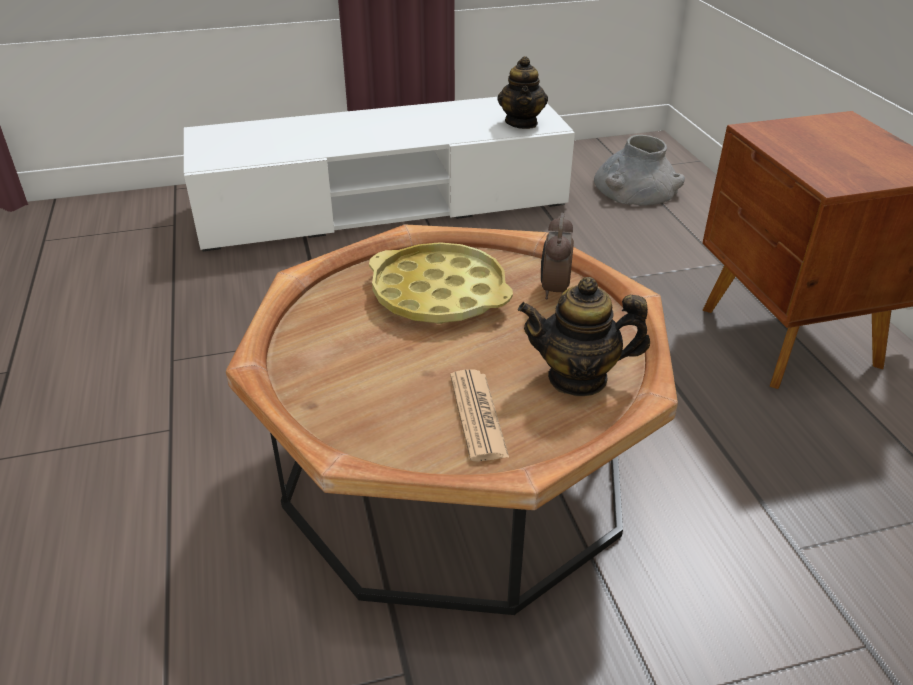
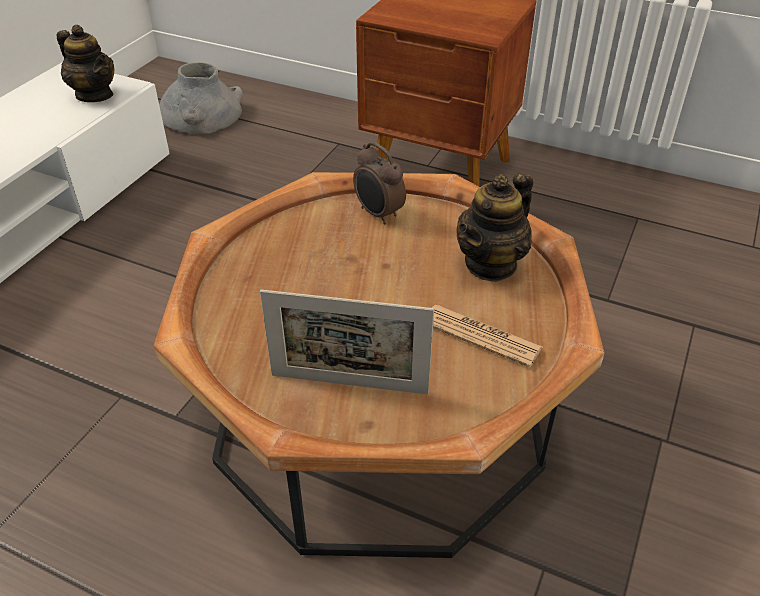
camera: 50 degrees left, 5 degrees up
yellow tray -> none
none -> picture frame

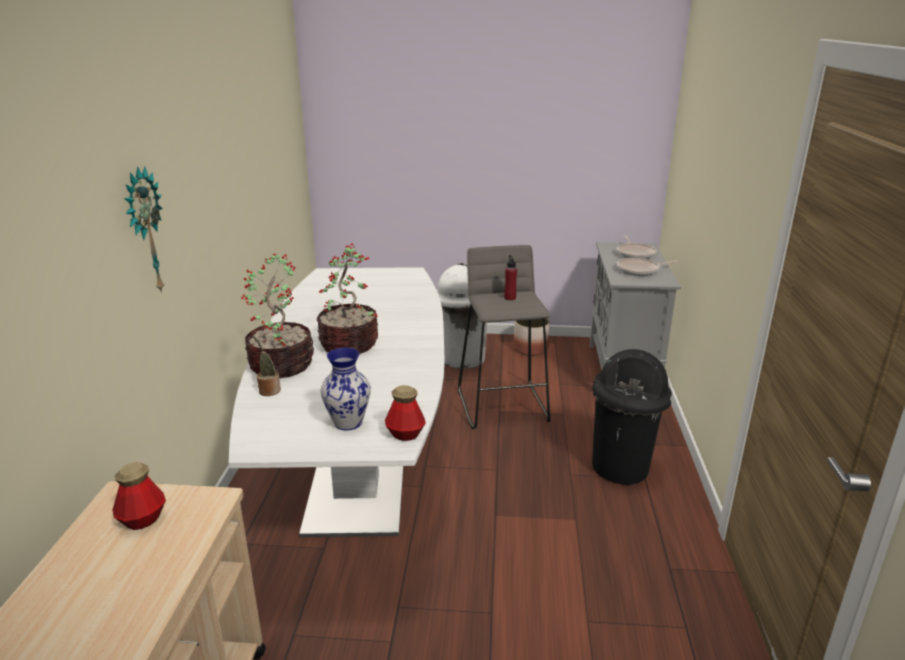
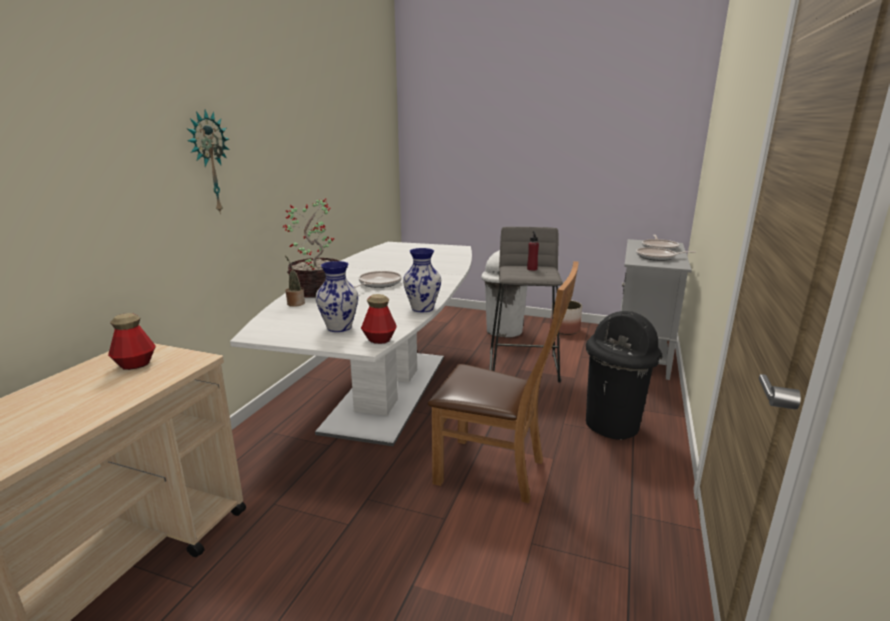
camera: 15 degrees right, 5 degrees down
potted plant (no. 3 from left) -> frying pan (no. 1 from left)
none -> vase (no. 2 from left)
none -> brown chair

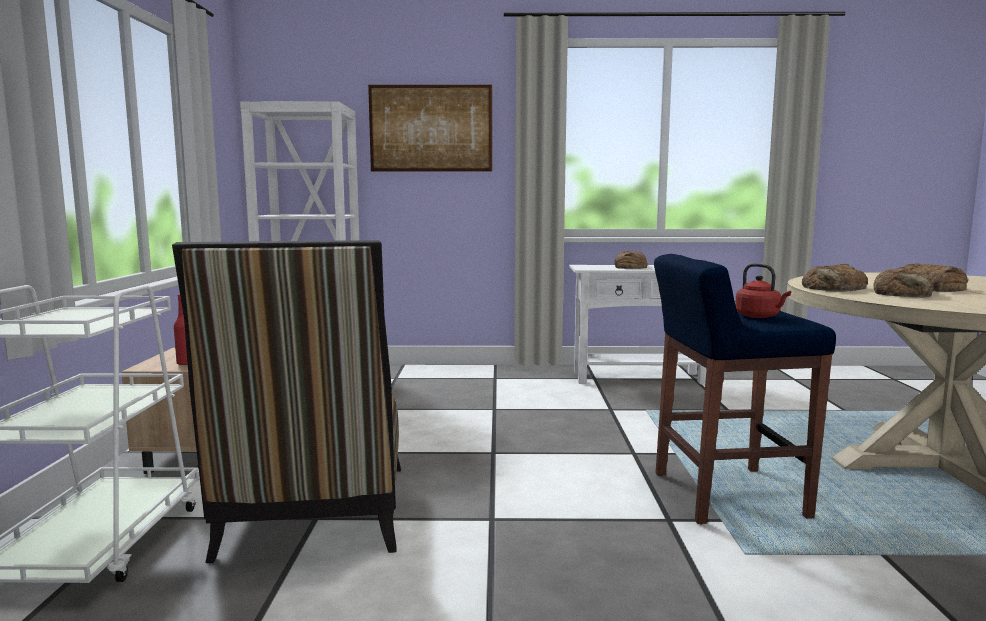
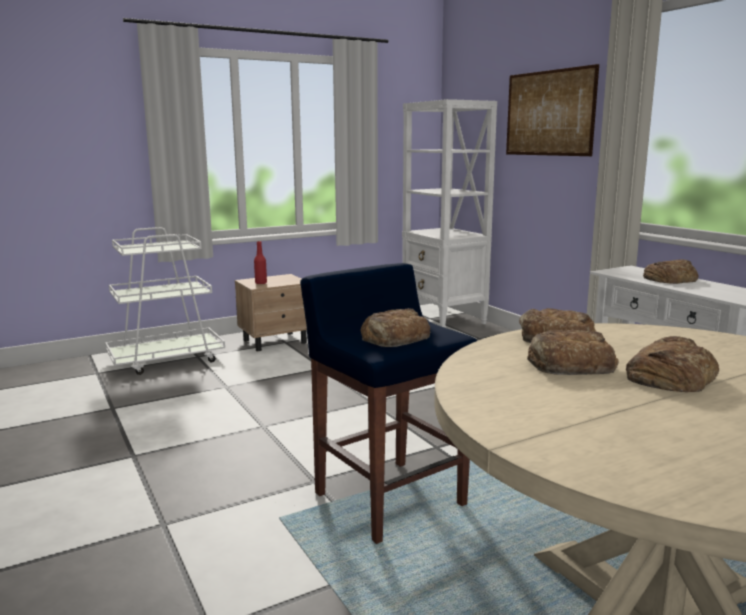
camera: 60 degrees right, 5 degrees up
chair -> none
red kettle -> bread (no. 1 from left)

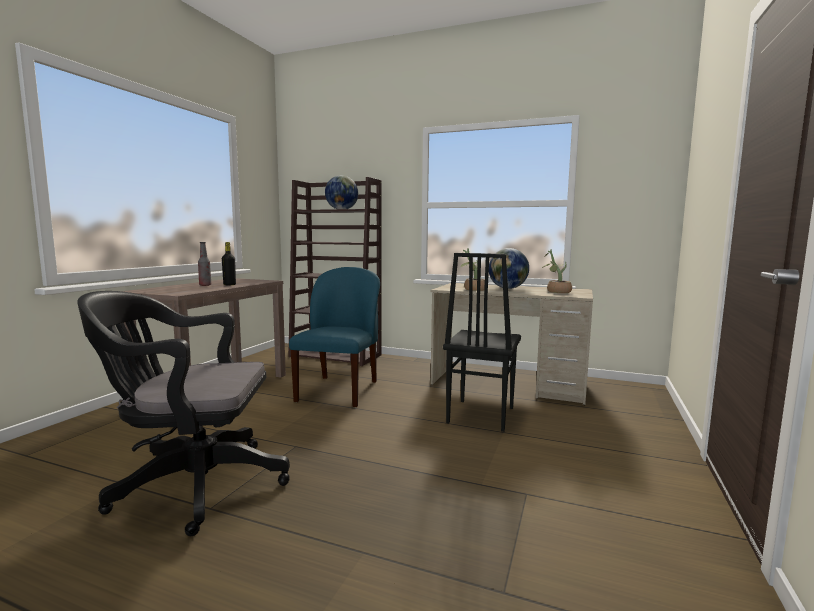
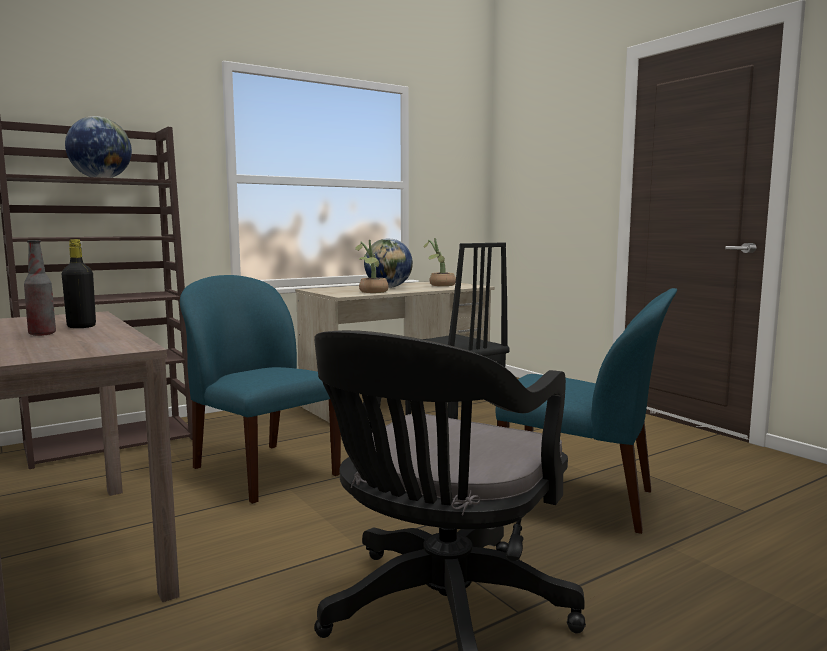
camera: 55 degrees left, 0 degrees up
none -> blue chair (no. 2 from left)

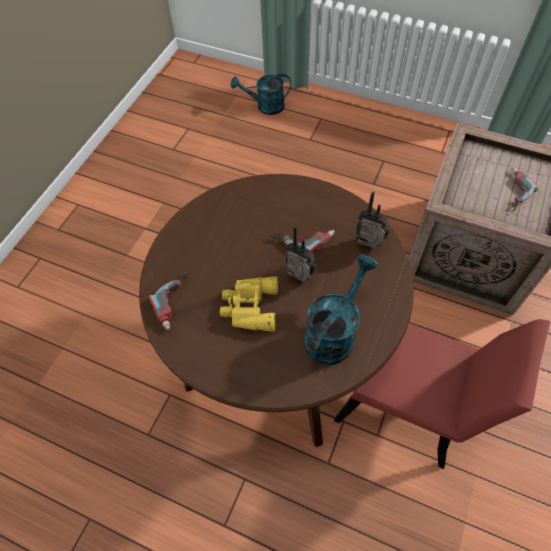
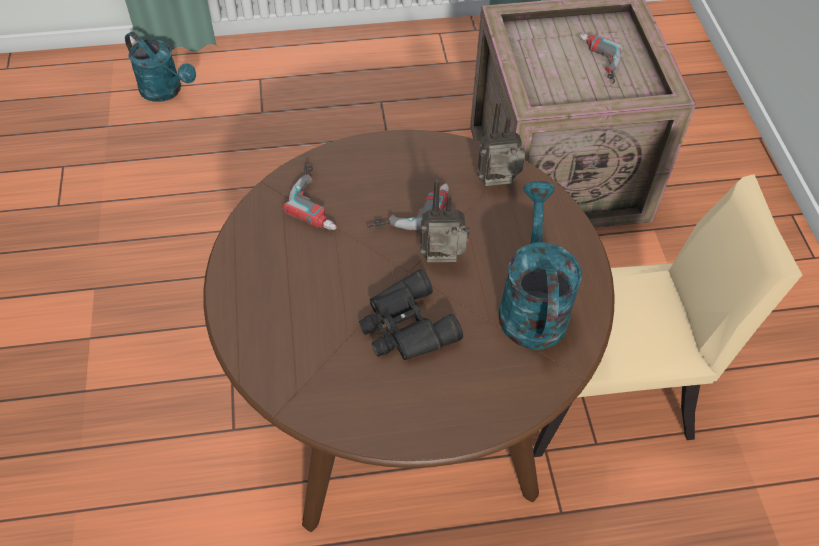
camera: 35 degrees left, 5 degrees down
turquoise watering can (no. 1 from left), 105 degrees counterclockwise
power drill (no. 1 from left), relocated
yellow binoculars -> black binoculars
red chair -> beige chair

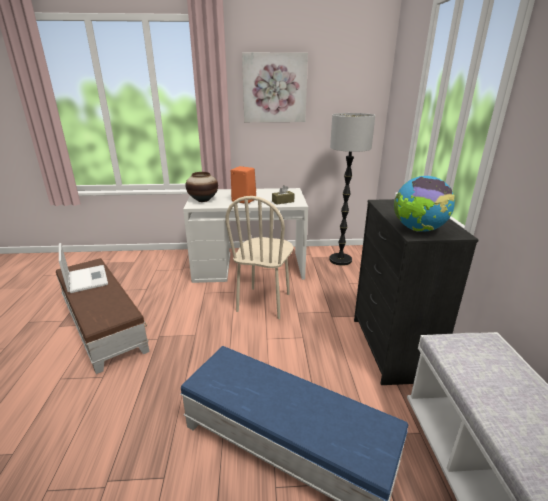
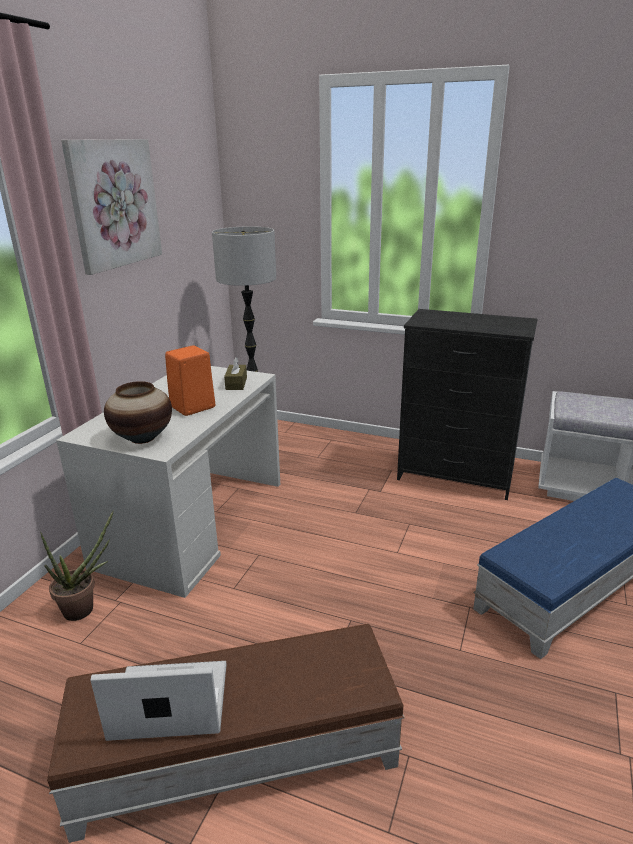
camera: 65 degrees left, 0 degrees up
globe -> none
beige chair -> none
none -> potted plant

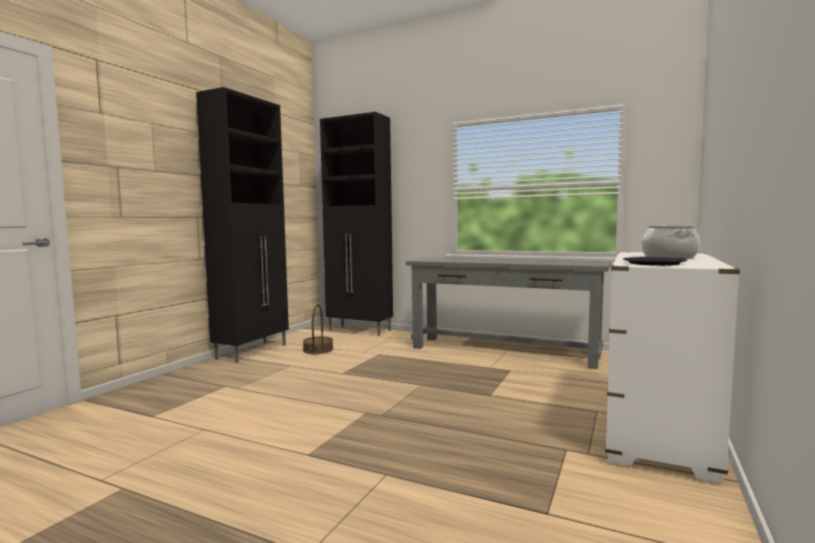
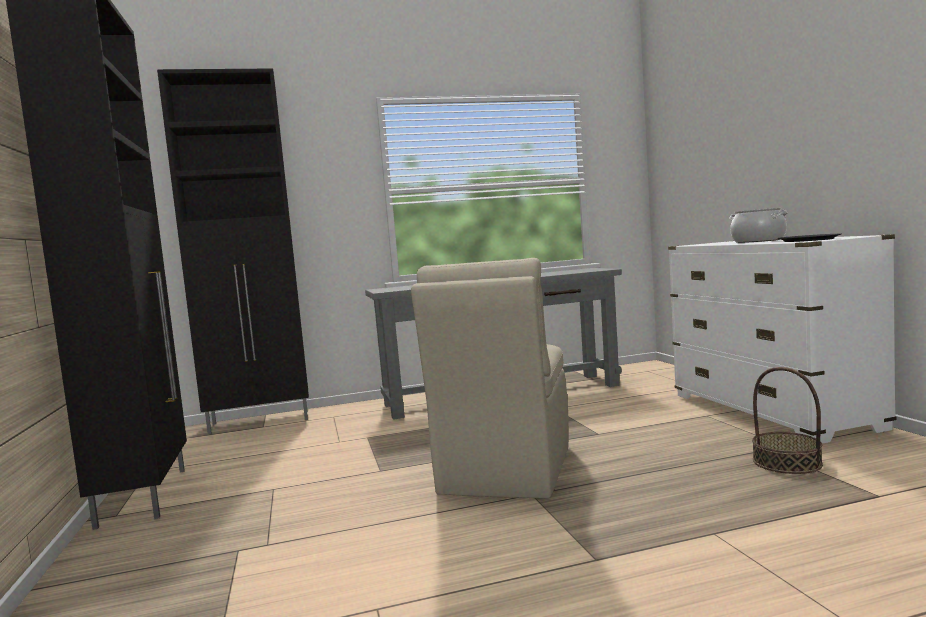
camera: 40 degrees left, 0 degrees up
basket, relocated
none -> beige chair

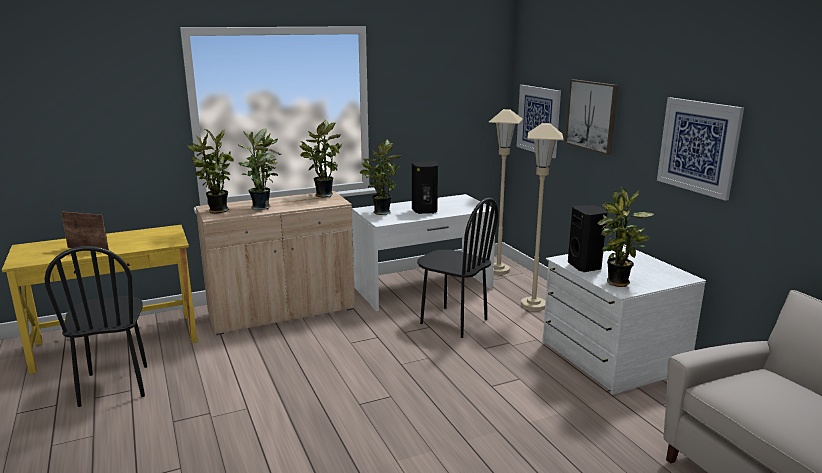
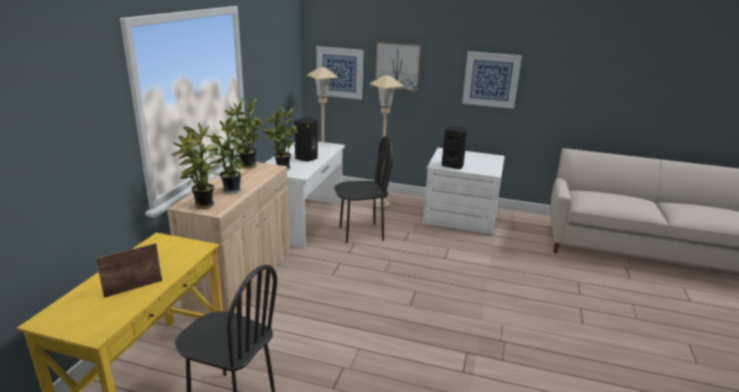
camera: 50 degrees left, 5 degrees up
potted plant (no. 5 from left) -> none

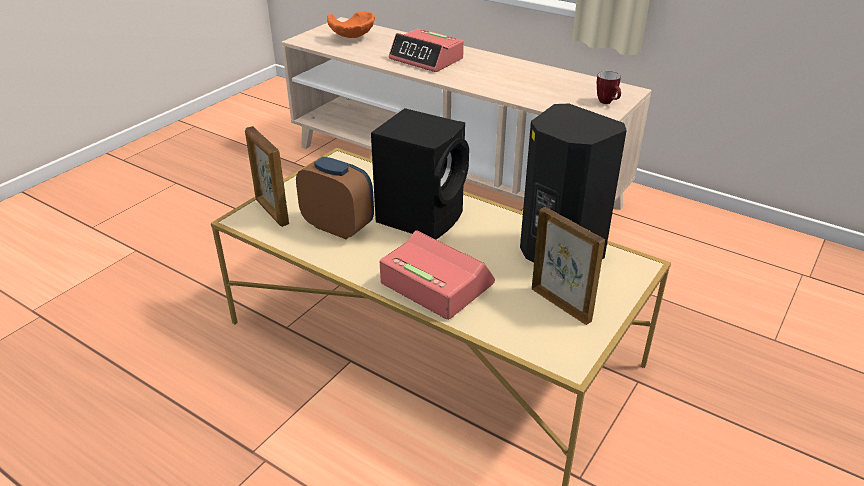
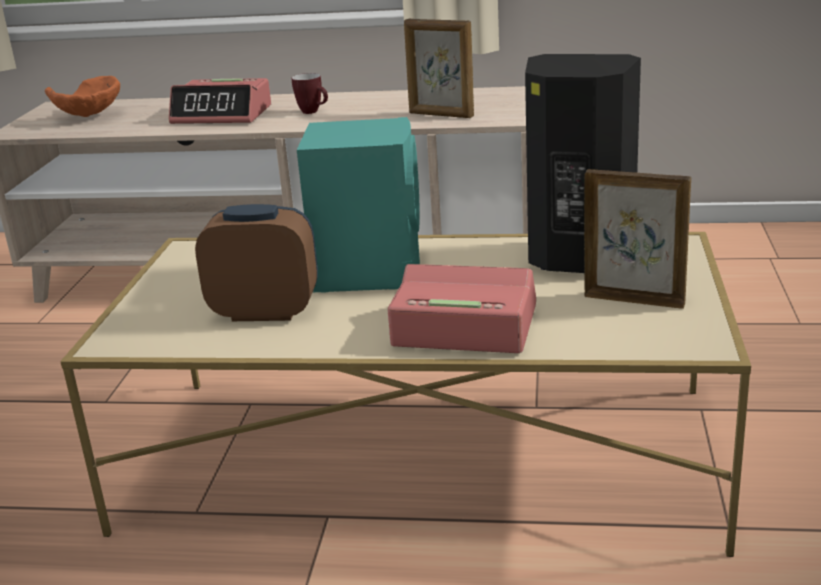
camera: 25 degrees left, 10 degrees down
mug, relocated
black speaker (no. 1 from left) -> turquoise speaker
picture frame (no. 1 from left), relocated

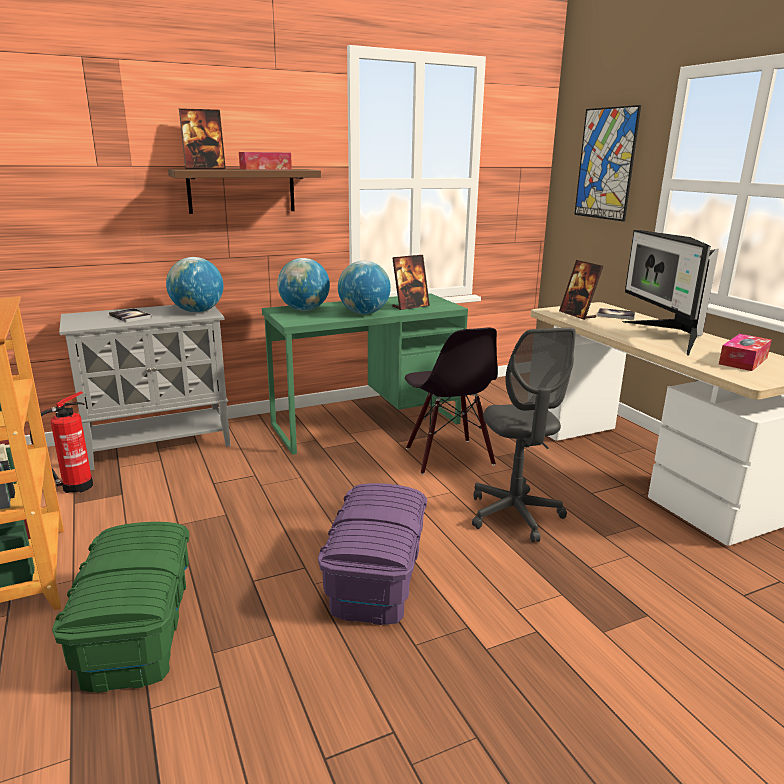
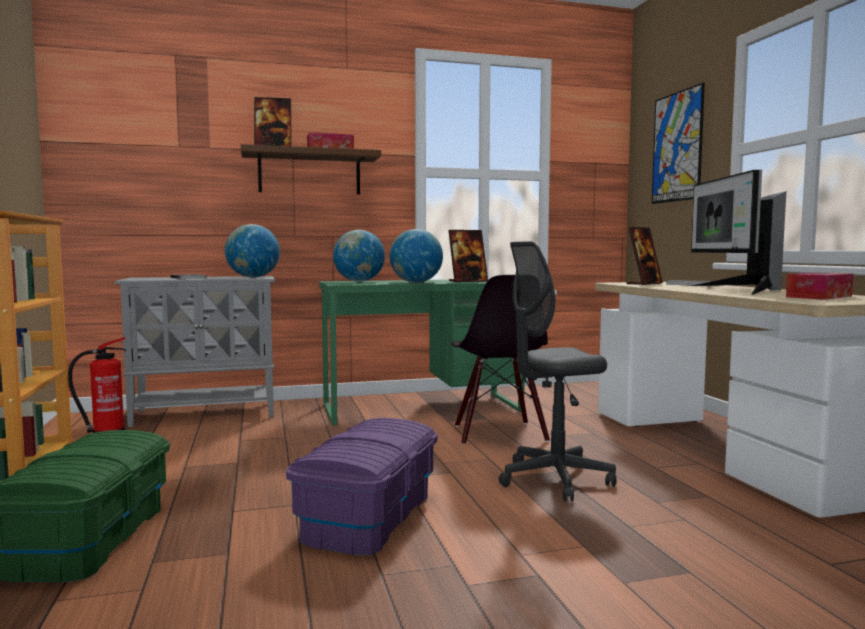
camera: 10 degrees right, 15 degrees down
picture frame (no. 3 from left), 120 degrees counterclockwise
grey office chair, 75 degrees clockwise

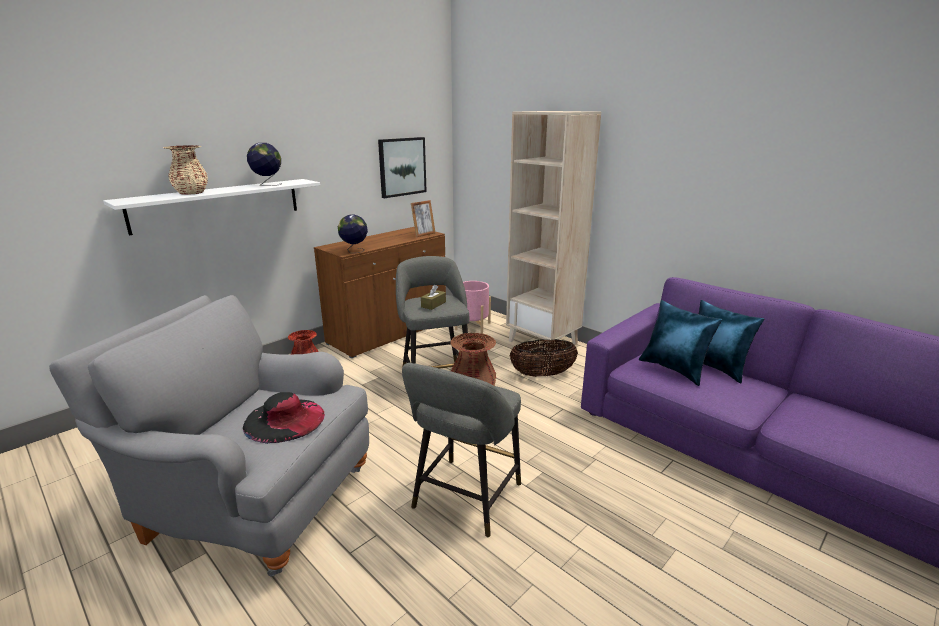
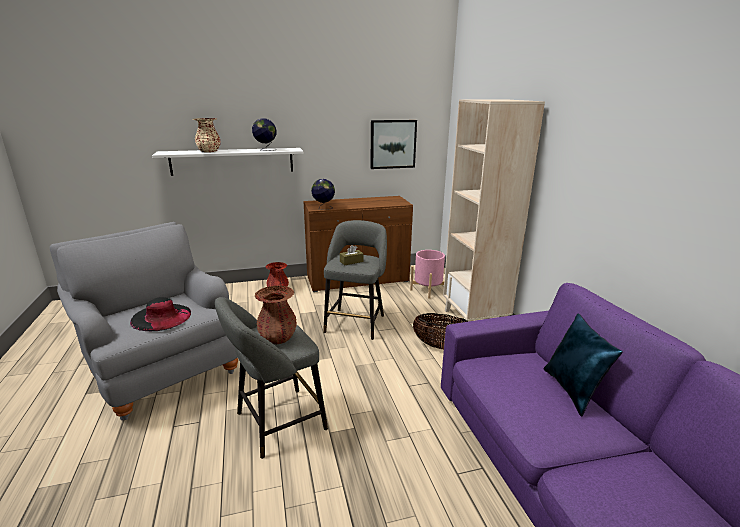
camera: 30 degrees right, 0 degrees up
picture frame -> none
blue pillow (no. 1 from left) -> none

